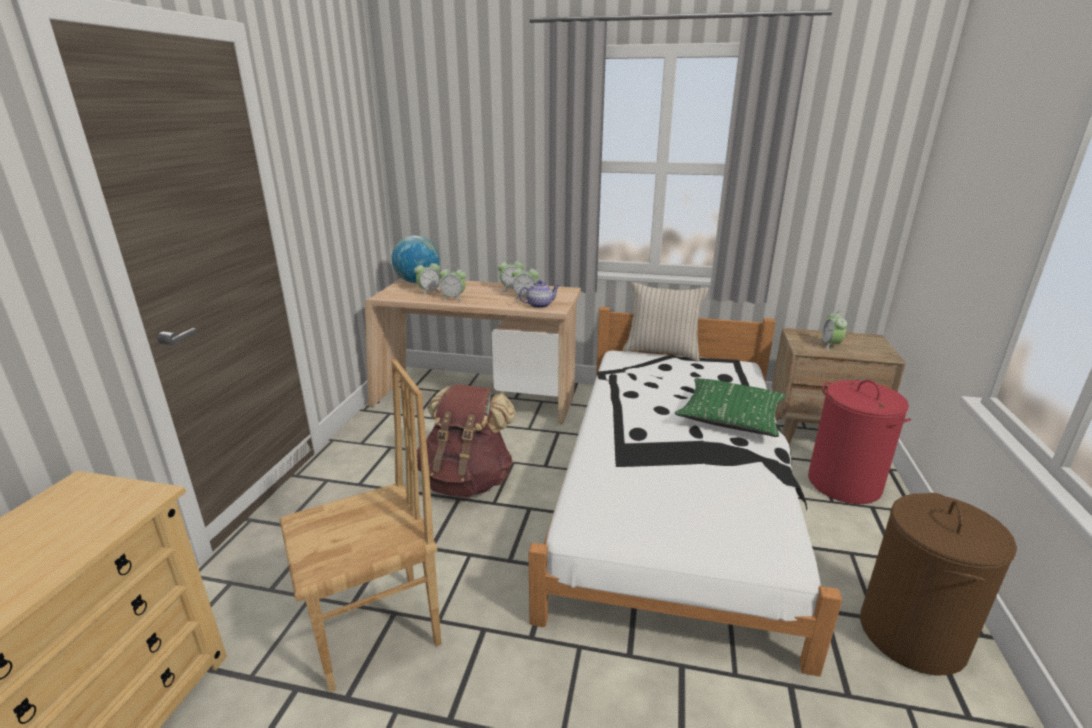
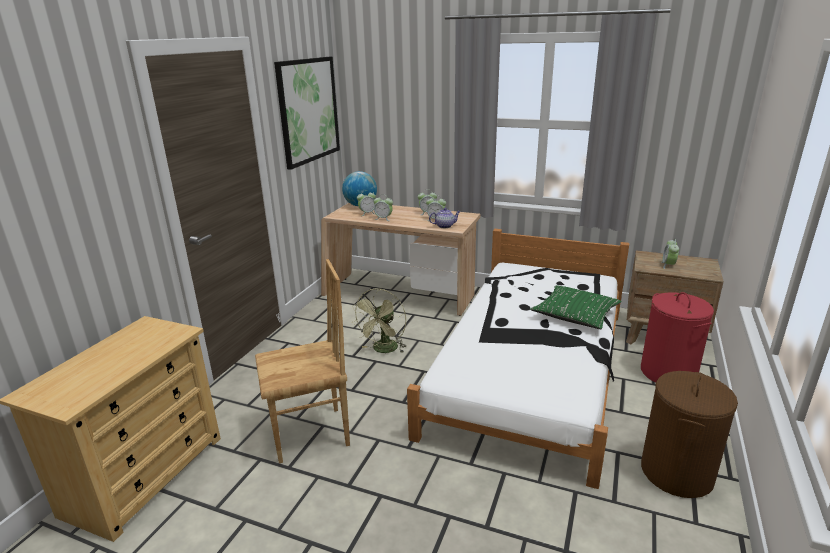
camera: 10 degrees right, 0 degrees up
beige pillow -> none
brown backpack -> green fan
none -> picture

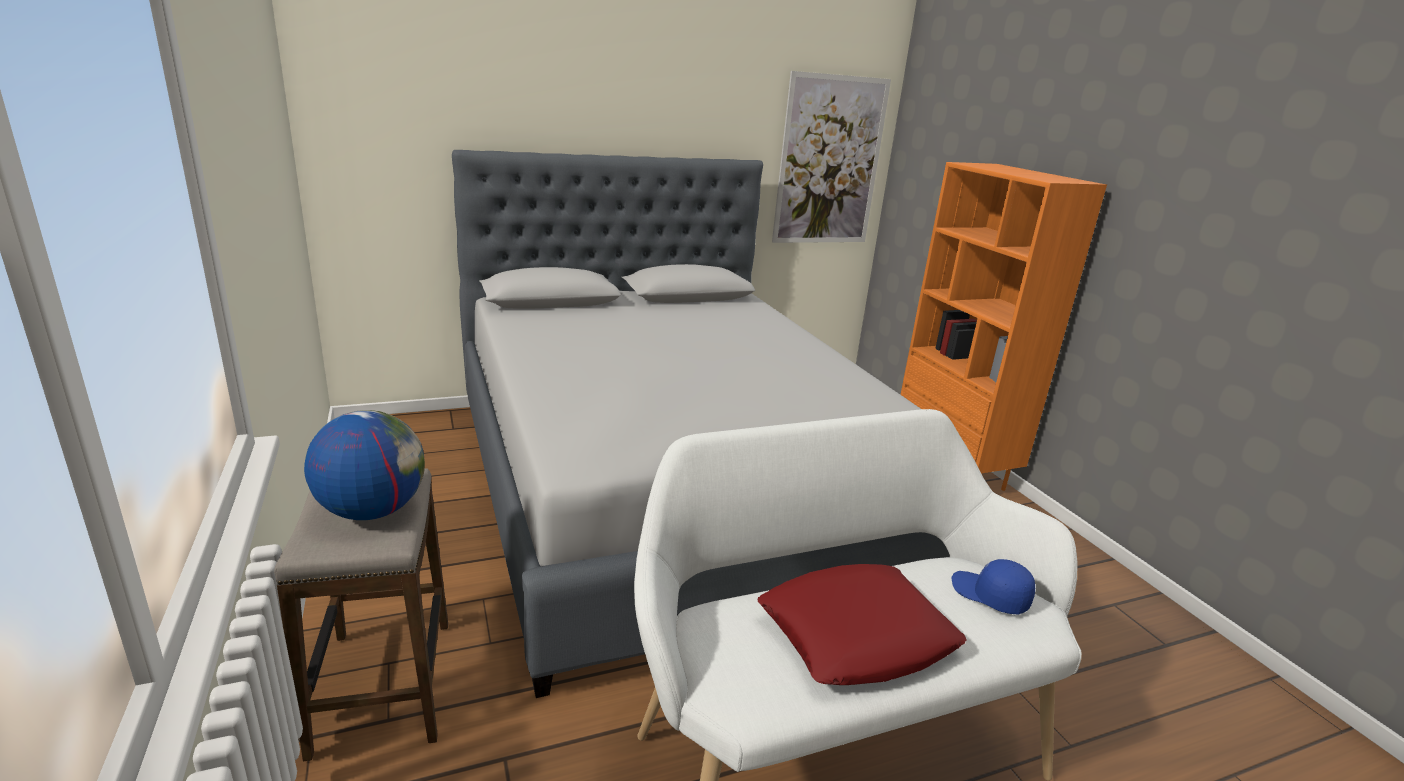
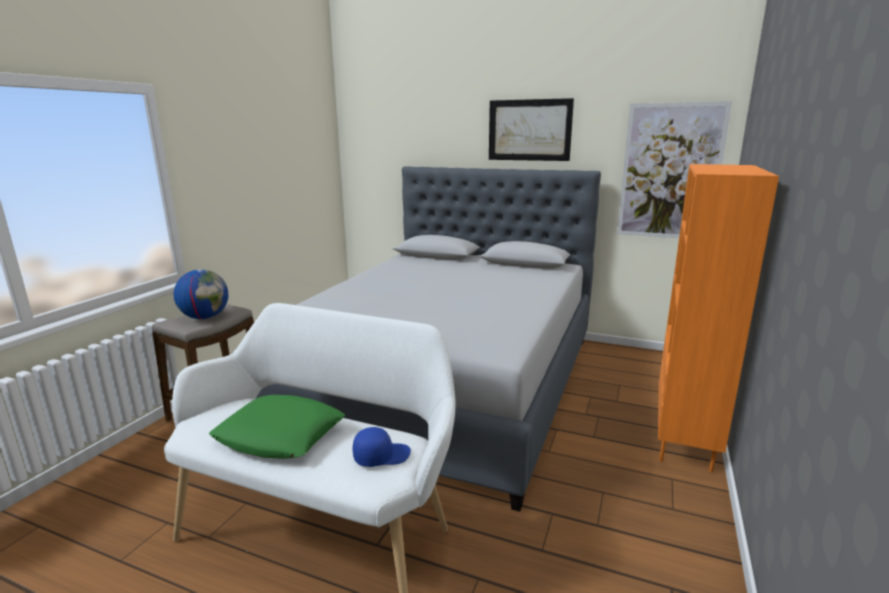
camera: 45 degrees right, 5 degrees down
blue cap, 75 degrees clockwise
red pillow -> green pillow
none -> picture (no. 1 from left)

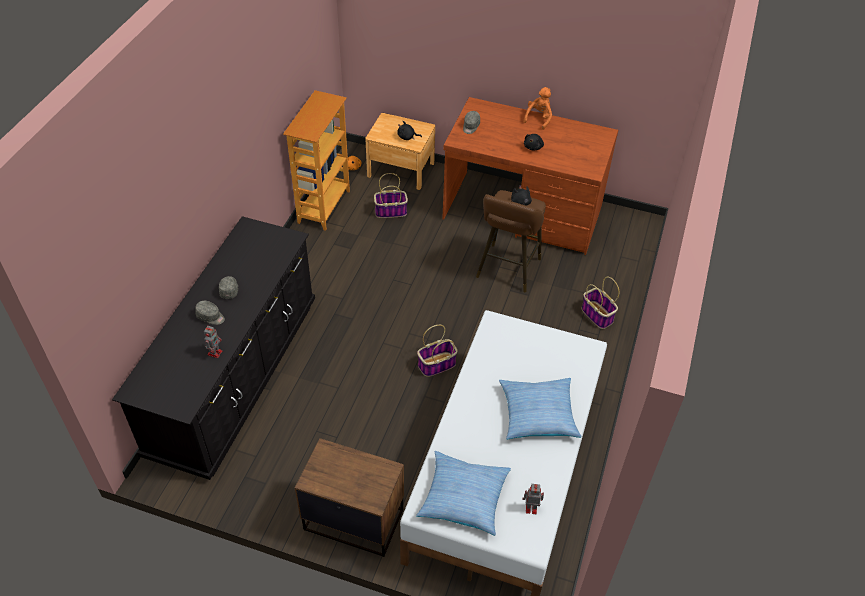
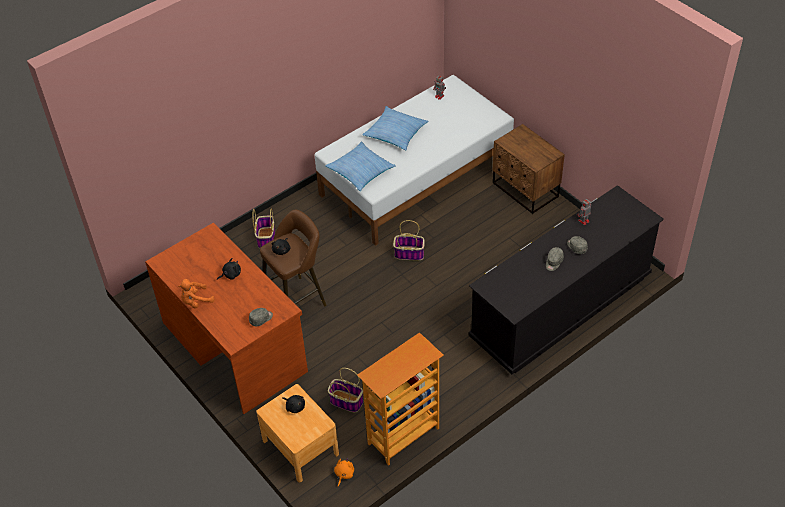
camera: 145 degrees left, 0 degrees up
pillow (no. 1 from left), relocated

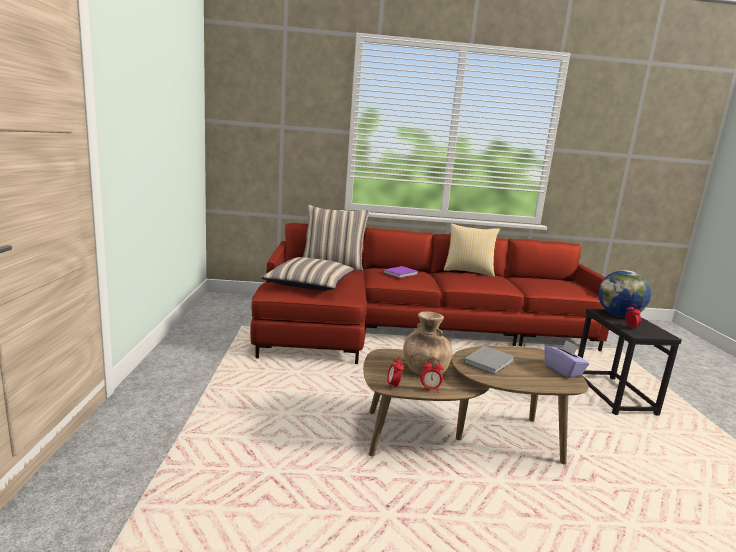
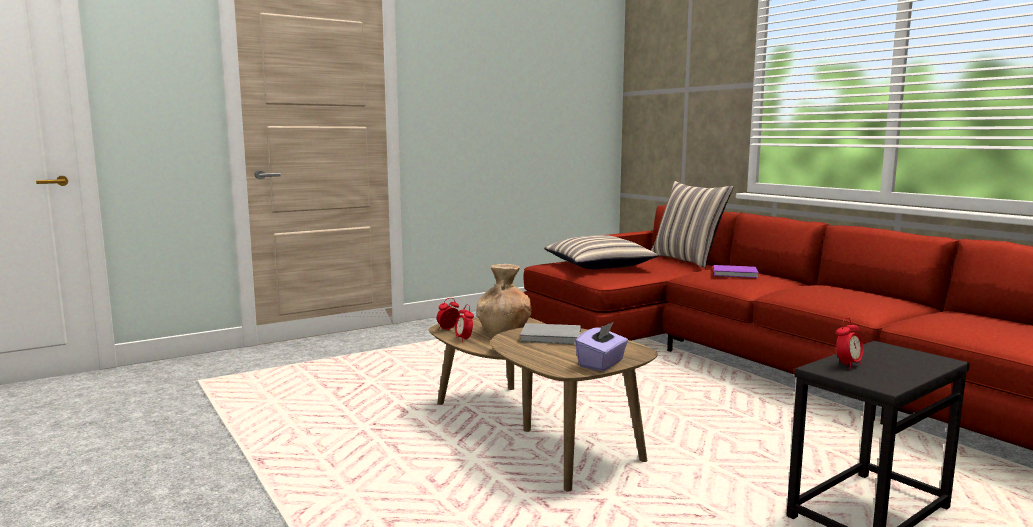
camera: 60 degrees right, 5 degrees down
pillow (no. 3 from left) -> none
globe -> none

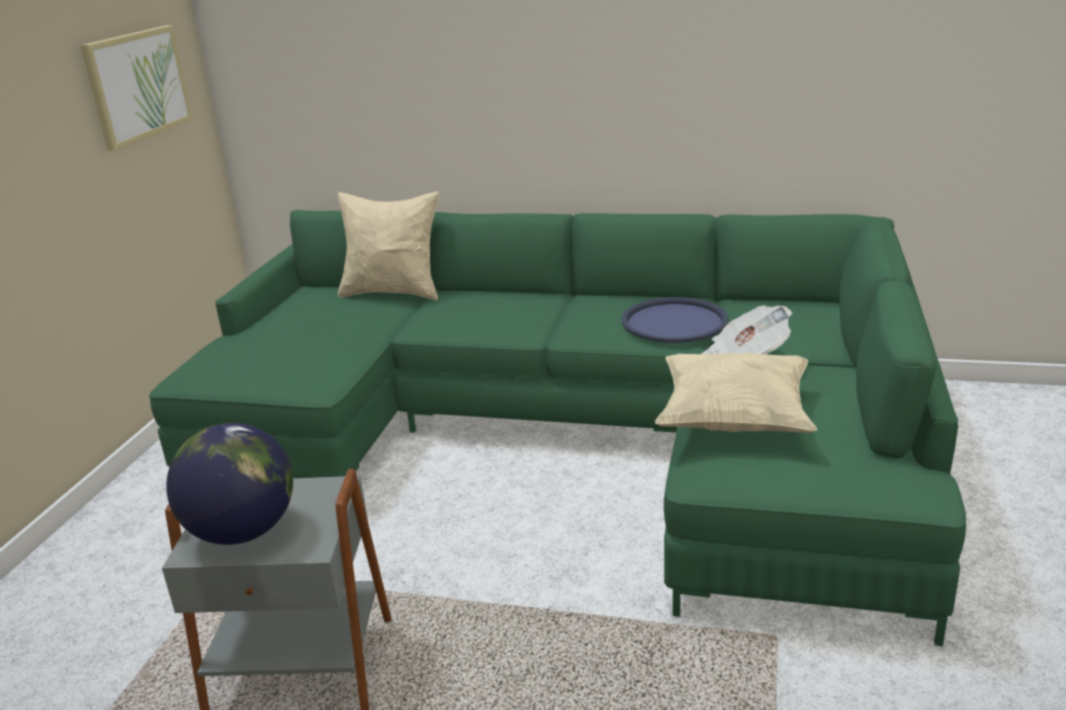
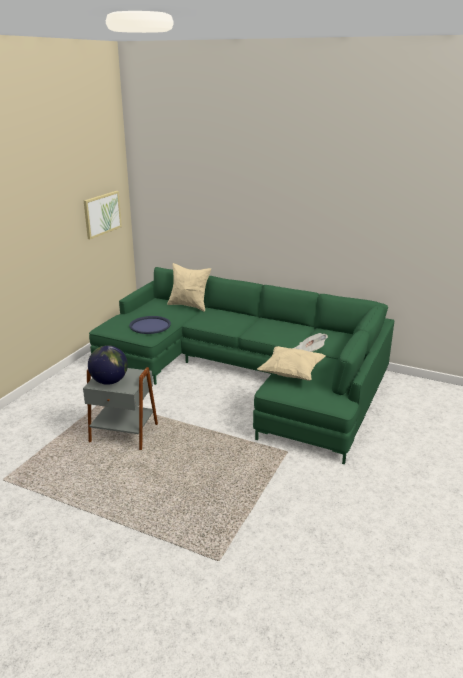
camera: 10 degrees right, 0 degrees up
blue tray, relocated

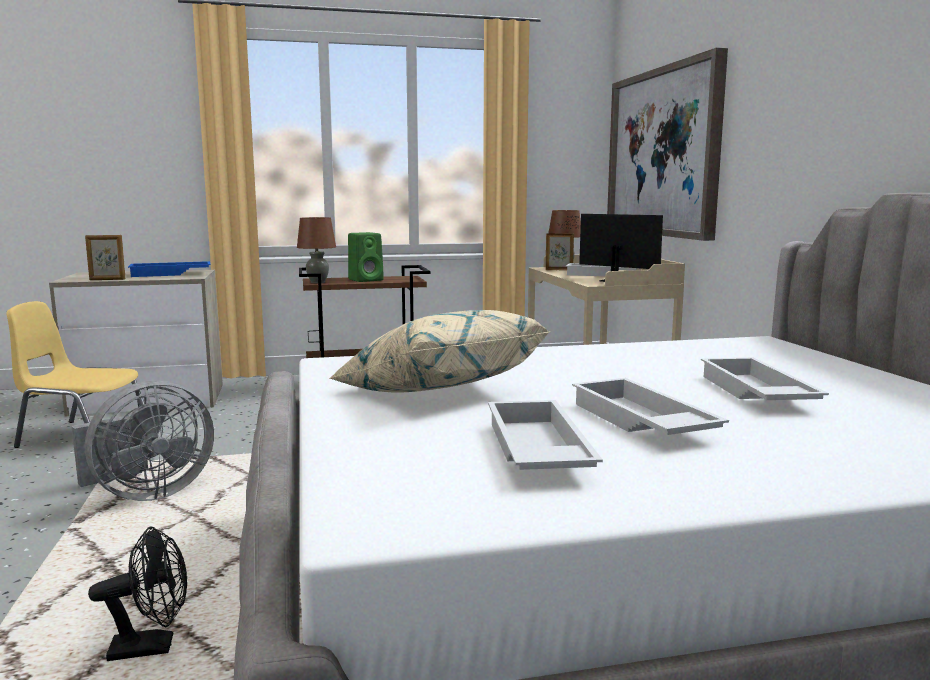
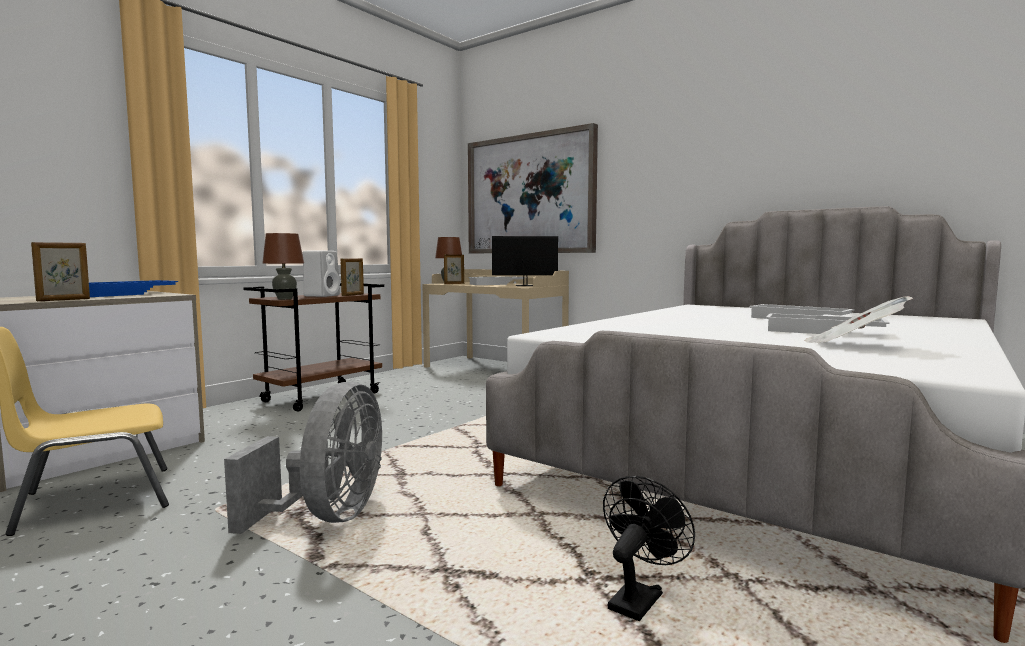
camera: 40 degrees left, 5 degrees down
green speaker -> white speaker
beige pillow -> none
white tray (no. 1 from left) -> newspaper
none -> picture frame (no. 2 from left)

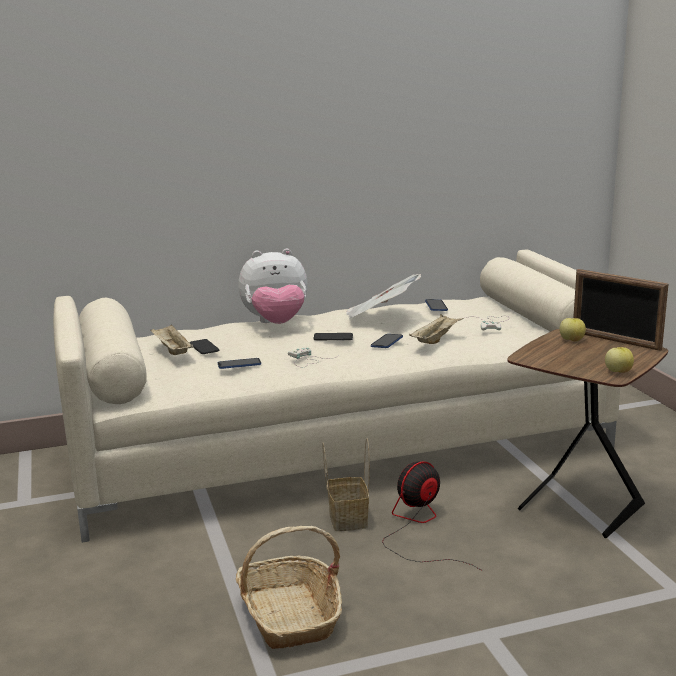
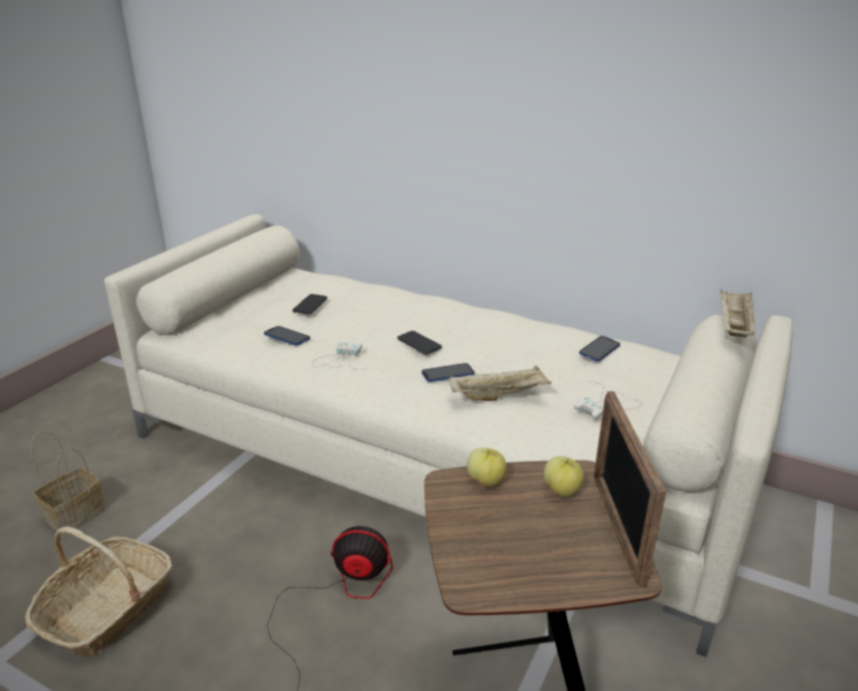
camera: 45 degrees right, 10 degrees up
plush toy -> none
newspaper -> none
beige tray (no. 1 from left in the first image) -> beige tray (no. 2 from left), relocated
apple (no. 2 from left in the first image) -> apple (no. 1 from left), relocated
basket (no. 2 from left in the first image) -> basket (no. 1 from left), relocated

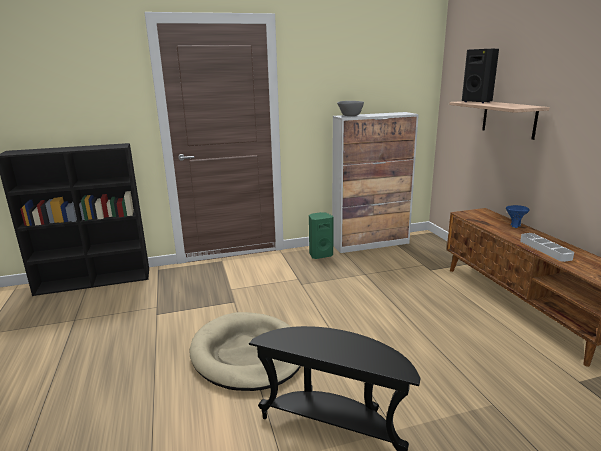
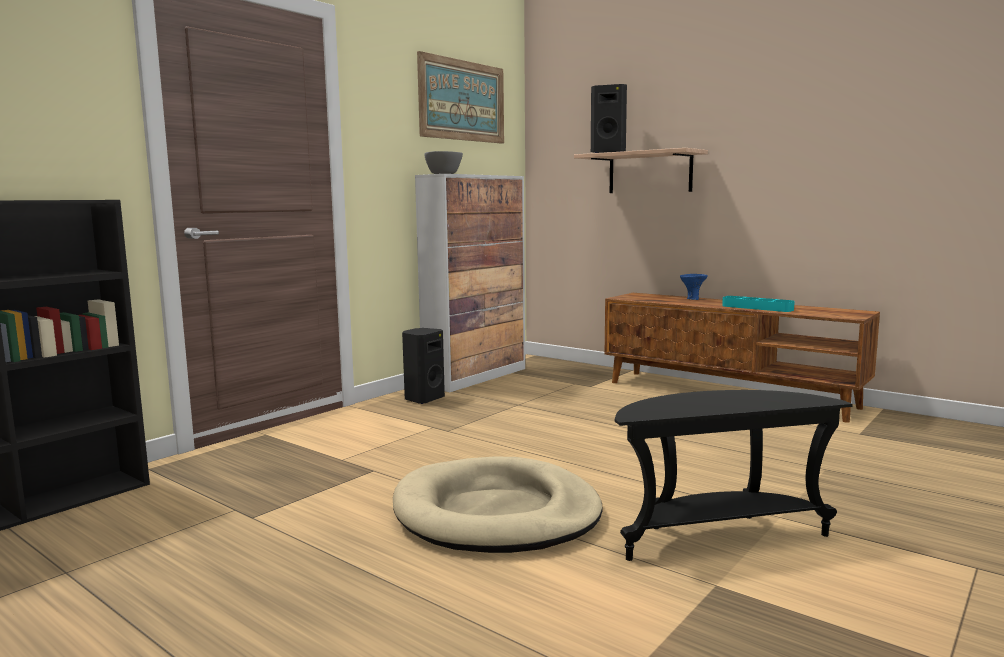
camera: 35 degrees left, 10 degrees down
green speaker -> black speaker (no. 1 from left)
grey tray -> turquoise tray
none -> picture

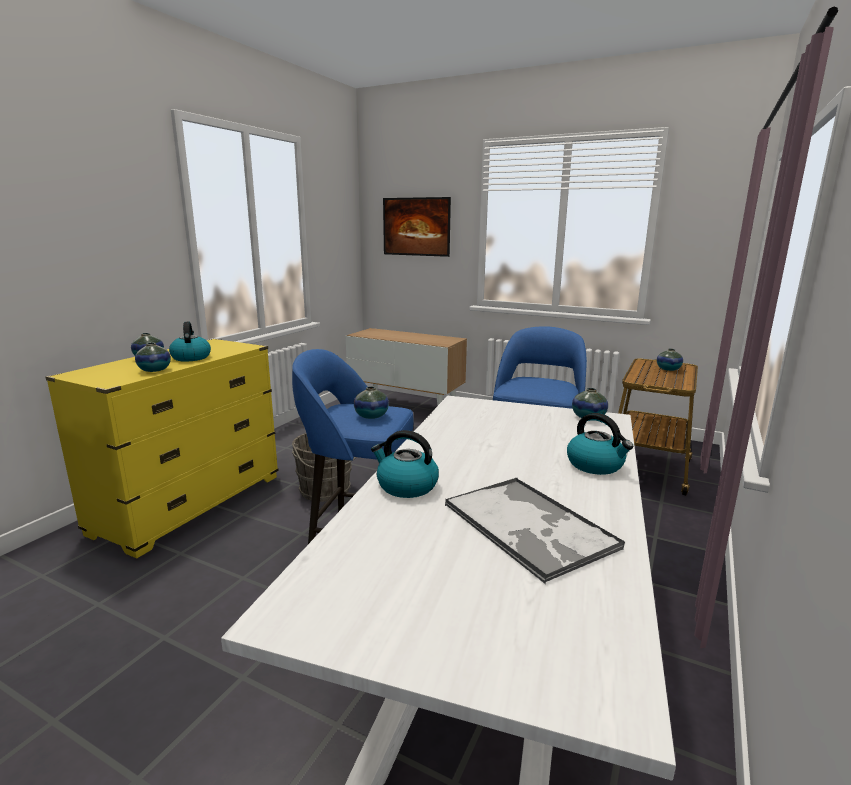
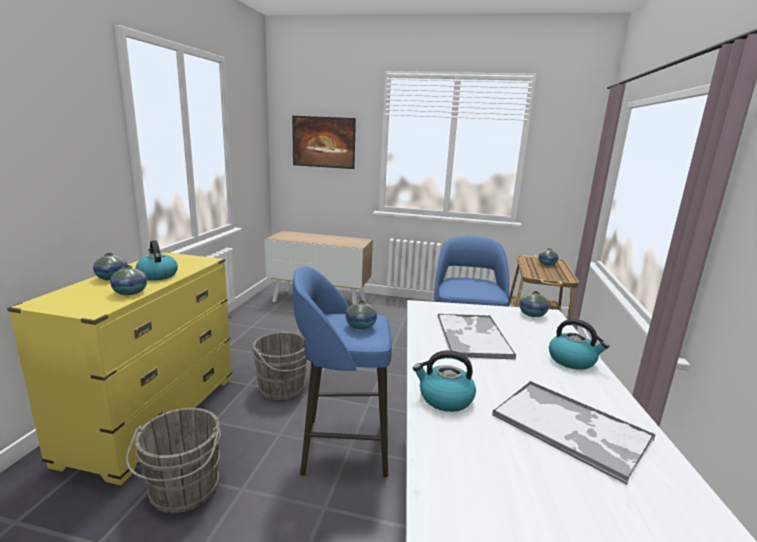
camera: 15 degrees left, 0 degrees up
none -> tray (no. 1 from left)
none -> grey bucket (no. 1 from left)

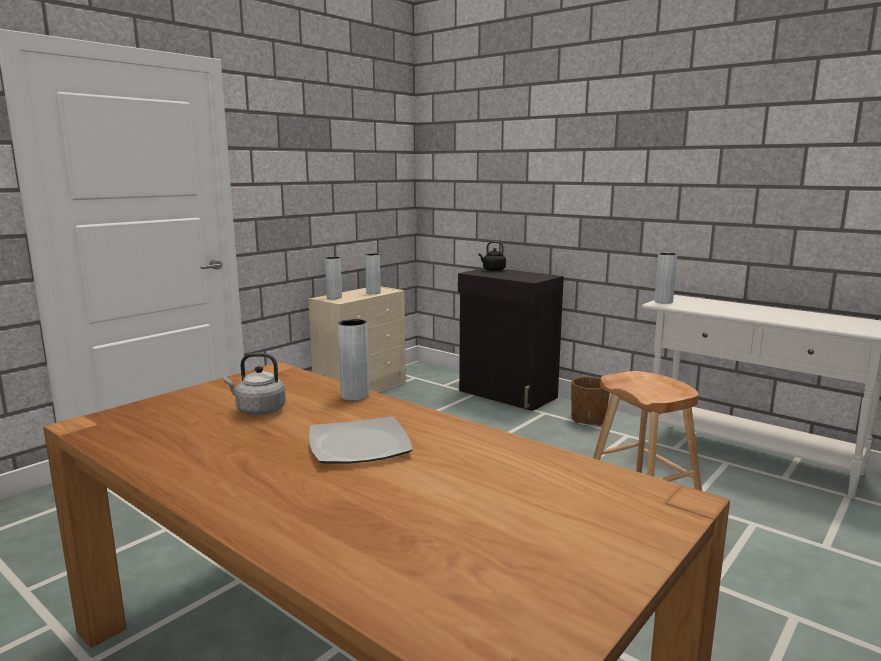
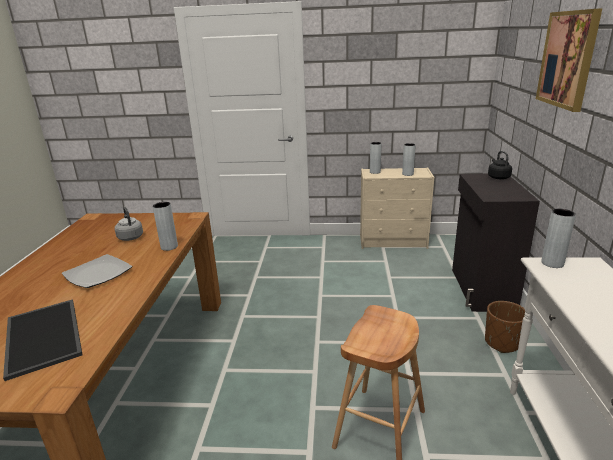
camera: 55 degrees right, 10 degrees up
none -> picture
none -> tray

